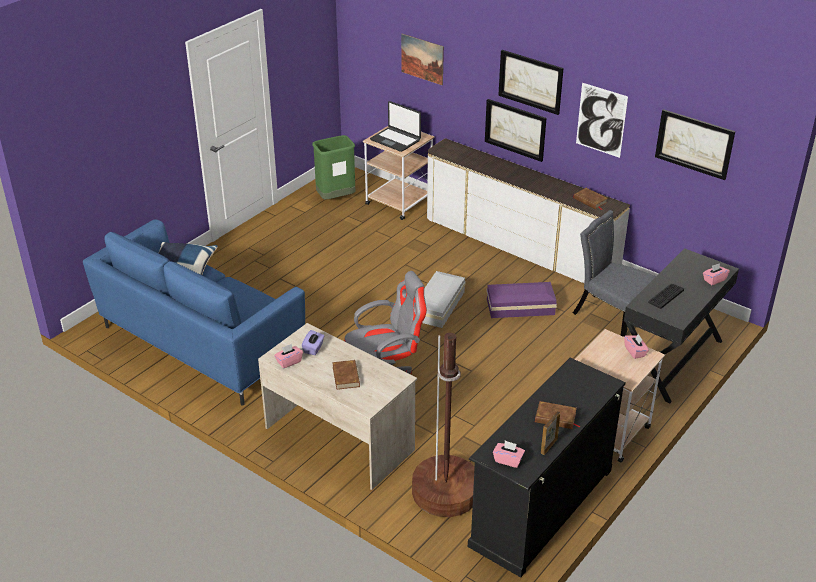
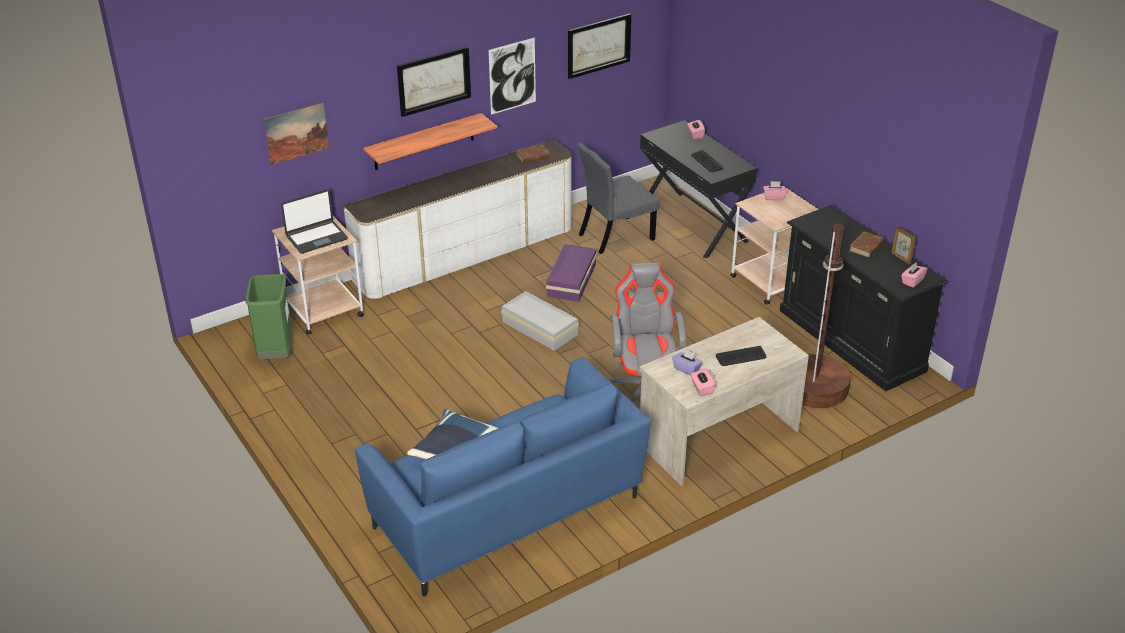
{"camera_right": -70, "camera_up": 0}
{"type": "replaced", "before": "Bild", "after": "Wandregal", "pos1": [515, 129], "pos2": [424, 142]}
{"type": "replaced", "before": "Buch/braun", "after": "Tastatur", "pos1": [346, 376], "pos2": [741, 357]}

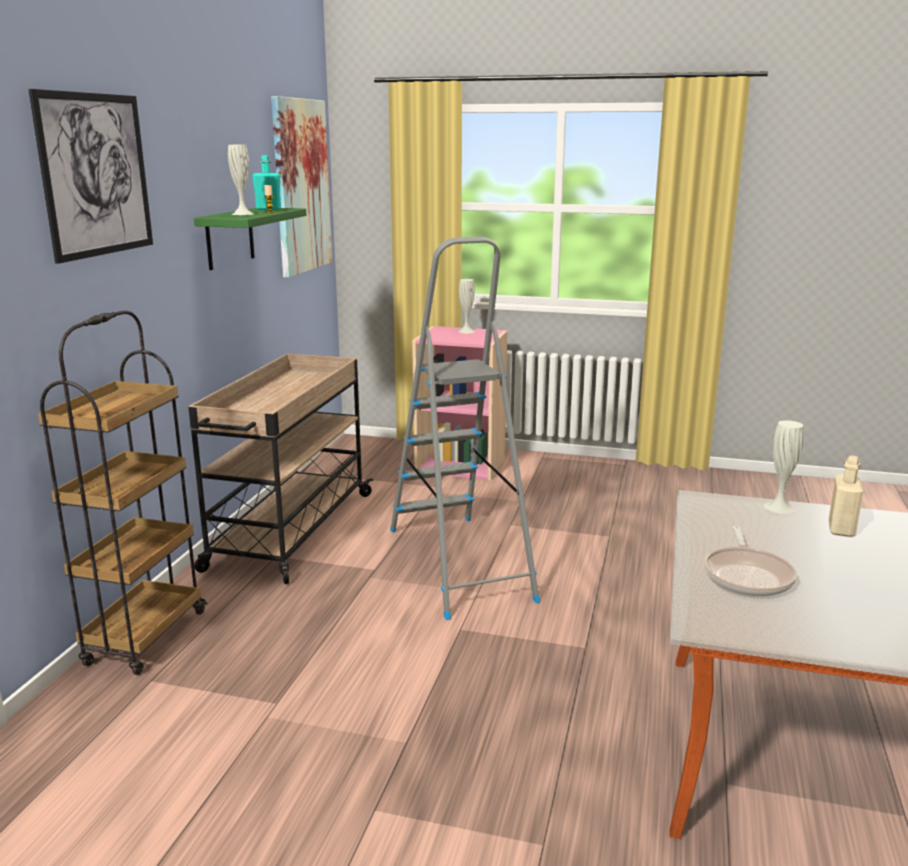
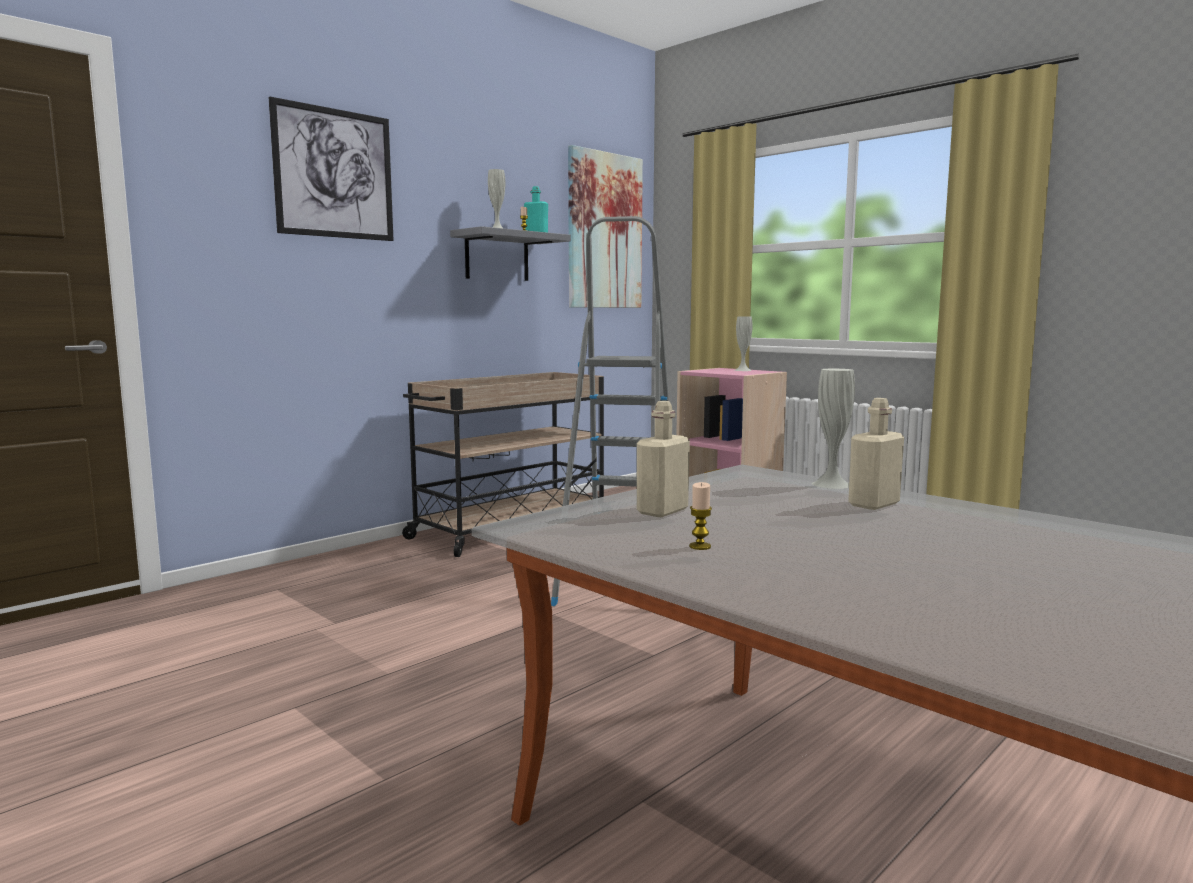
{"camera_right": 30, "camera_up": -10}
{"type": "recoloured", "before": "Wandregal/grün", "after": "Wandregal/grau", "pos1": [230, 238], "pos2": [497, 257]}
{"type": "replaced", "before": "Pfanne", "after": "Flasche/beige", "pos1": [747, 575], "pos2": [662, 511]}
{"type": "added", "after": "Kerze", "pos2": [700, 546]}
{"type": "removed", "before": "Rollwagen/braun", "pos1": [145, 639]}

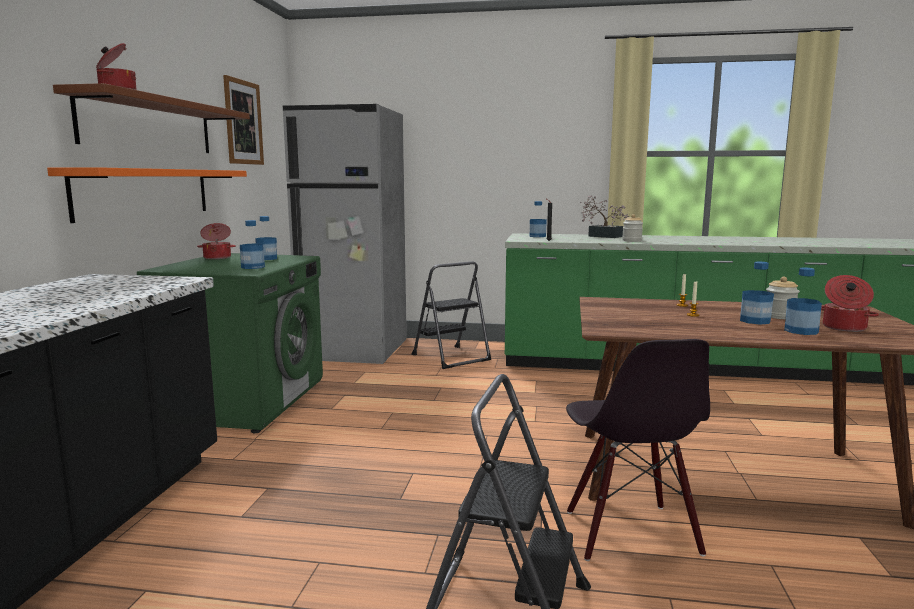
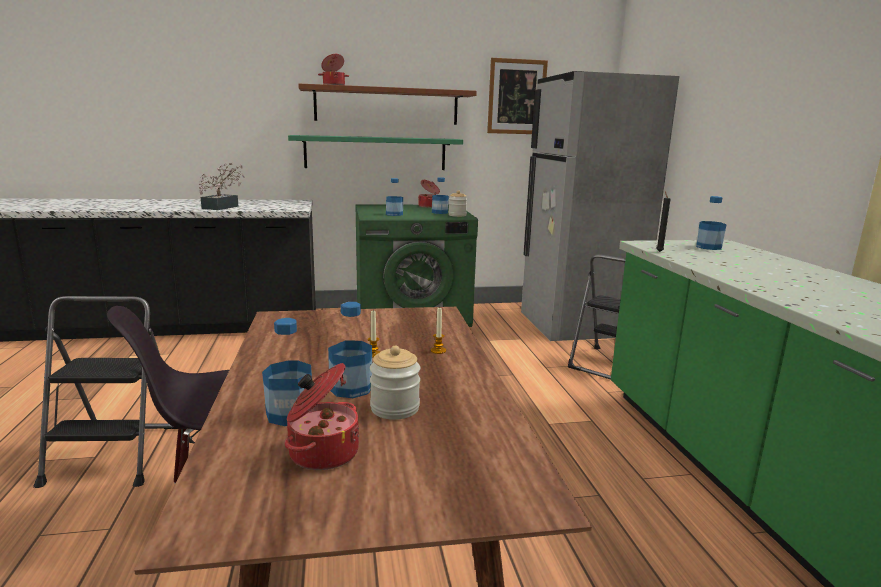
{"camera_right": 70, "camera_up": 5}
{"type": "moved", "before": "Topfpflanze", "pos1": [601, 236], "pos2": [223, 207]}
{"type": "recoloured", "before": "Wandregal/orange", "after": "Wandregal/grün", "pos1": [145, 192], "pos2": [375, 153]}
{"type": "moved", "before": "Vorratsglas", "pos1": [632, 240], "pos2": [457, 215]}

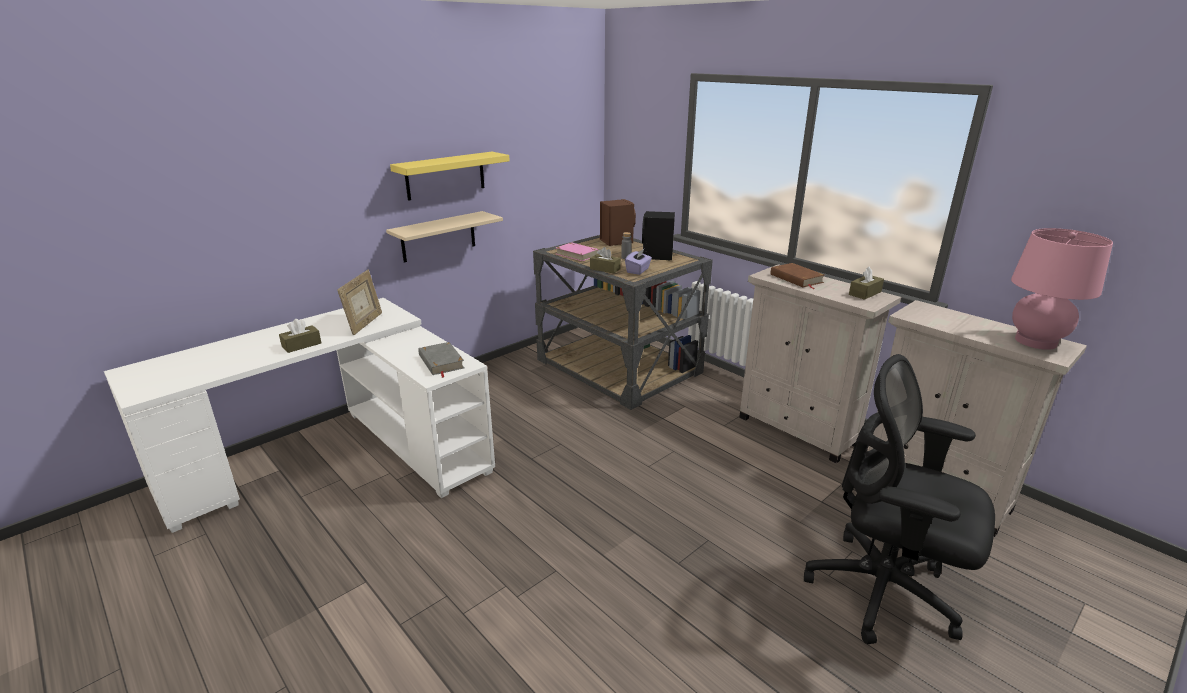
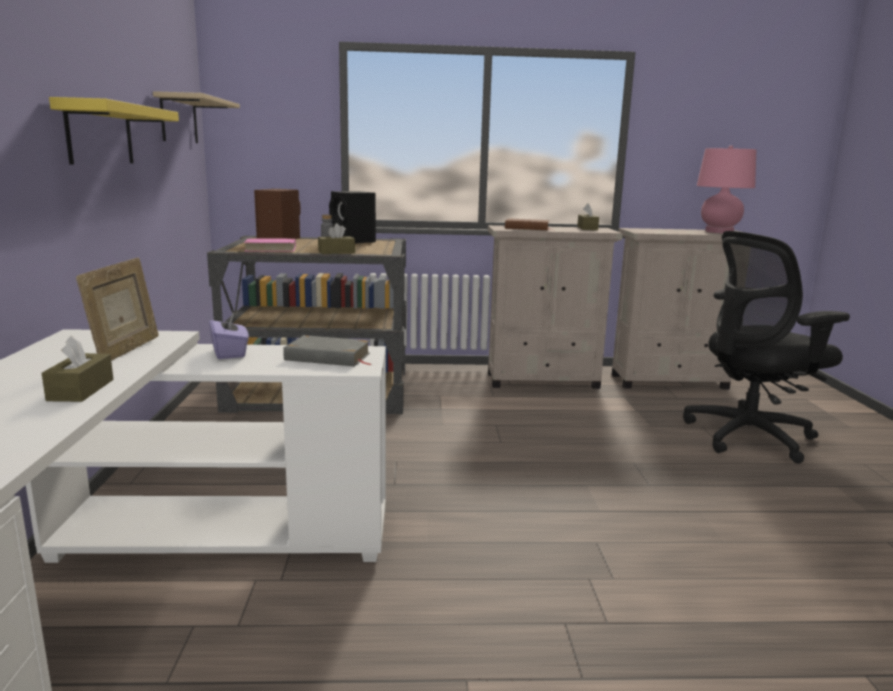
{"camera_right": -50, "camera_up": -10}
{"type": "turned", "before": "Bilderrahmen", "pos1": [365, 324], "pos2": [125, 351], "turn": 45}
{"type": "moved", "before": "Wandregal/beige", "pos1": [438, 236], "pos2": [179, 120]}
{"type": "moved", "before": "Taschentuchbox/lila", "pos1": [638, 270], "pos2": [230, 353]}

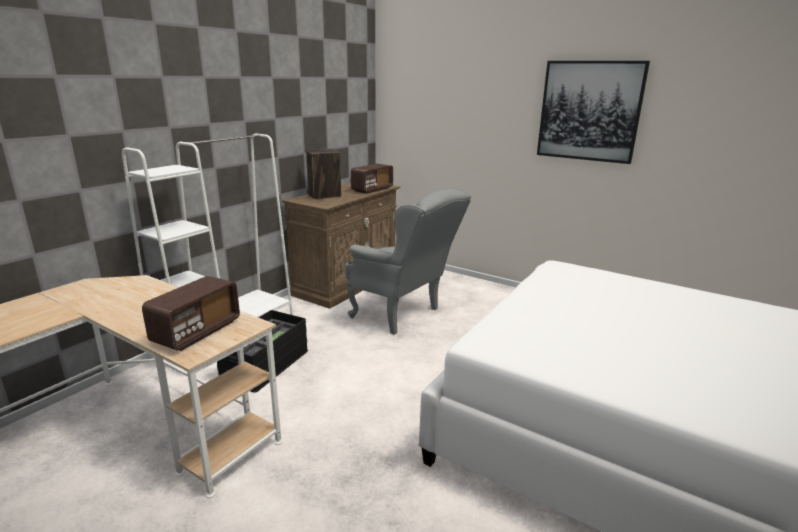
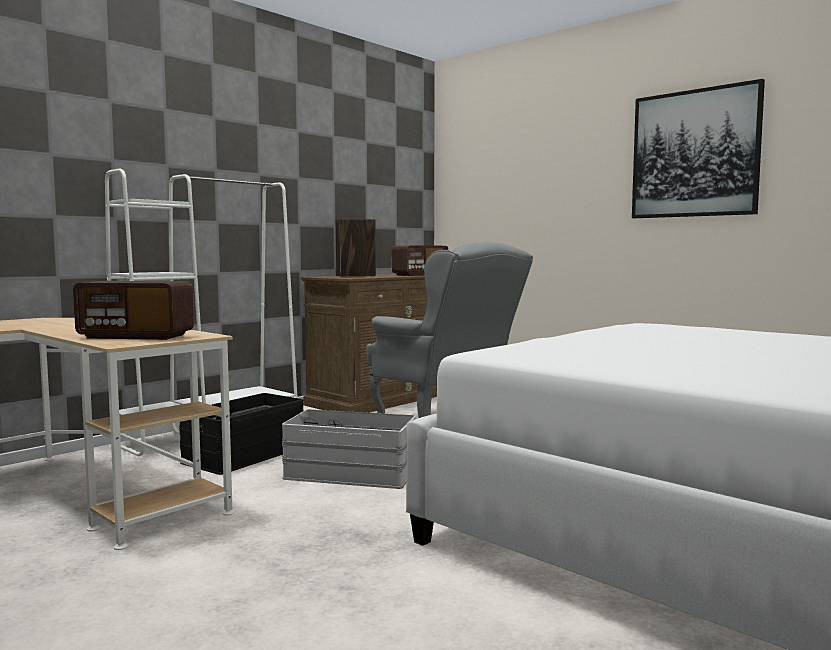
{"camera_right": 10, "camera_up": -15}
{"type": "turned", "before": "Radio", "pos1": [197, 332], "pos2": [136, 336], "turn": 60}
{"type": "added", "after": "Aufbewahrungsbox/grau", "pos2": [350, 473]}

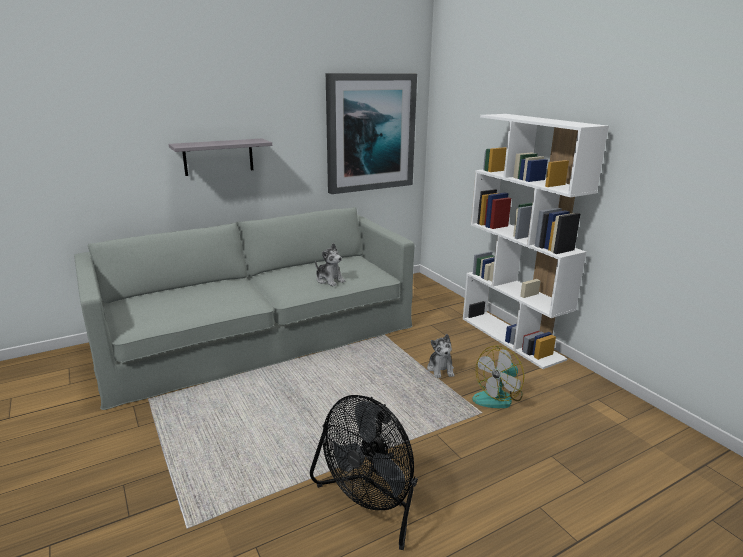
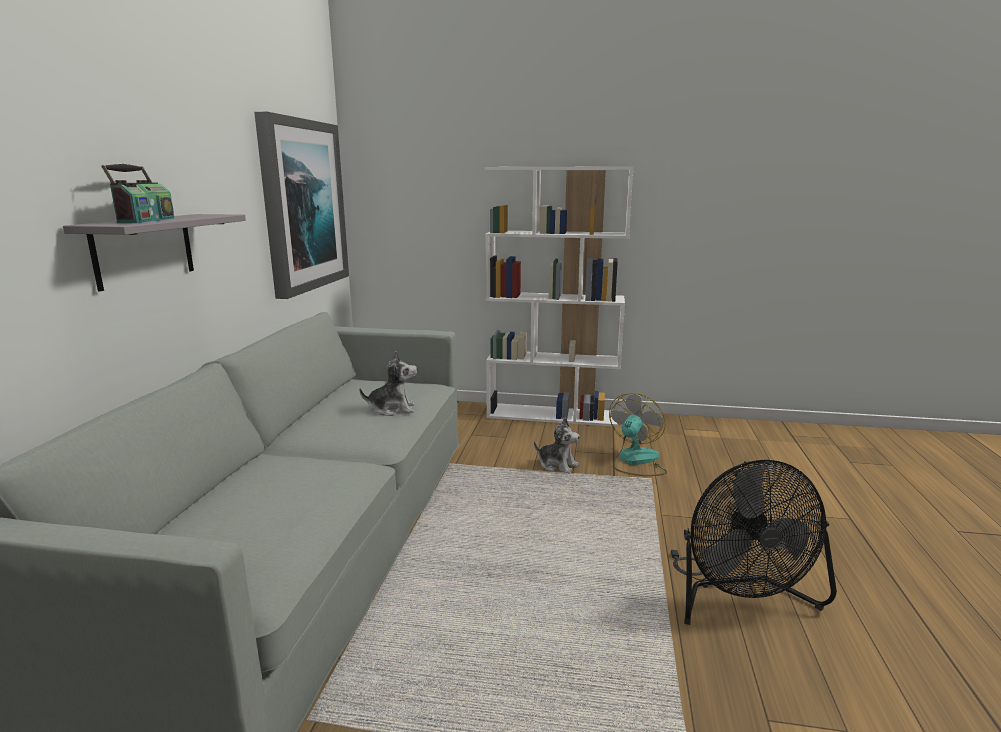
{"camera_right": -50, "camera_up": -5}
{"type": "added", "after": "Radio", "pos2": [145, 220]}
{"type": "turned", "before": "Ventilator", "pos1": [498, 397], "pos2": [635, 461], "turn": -150}

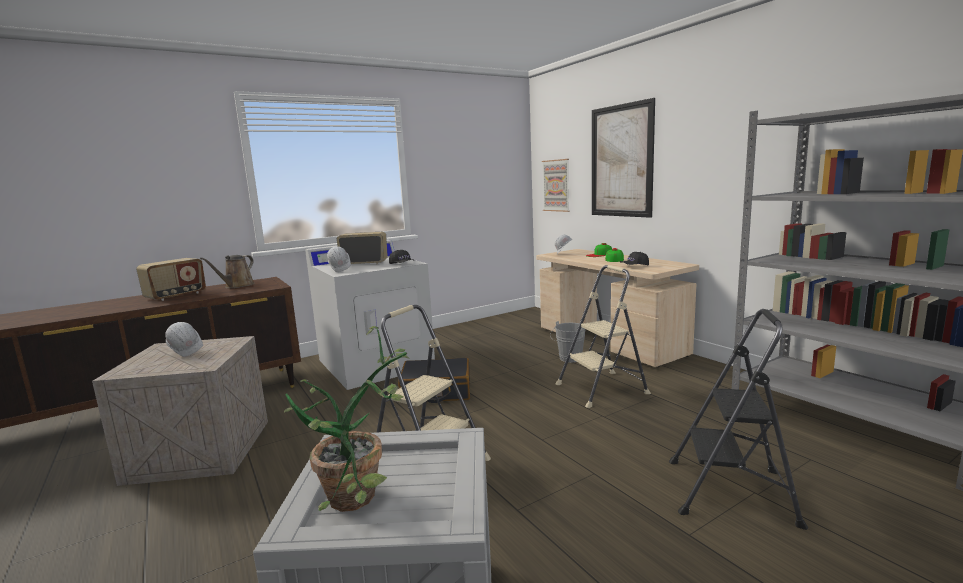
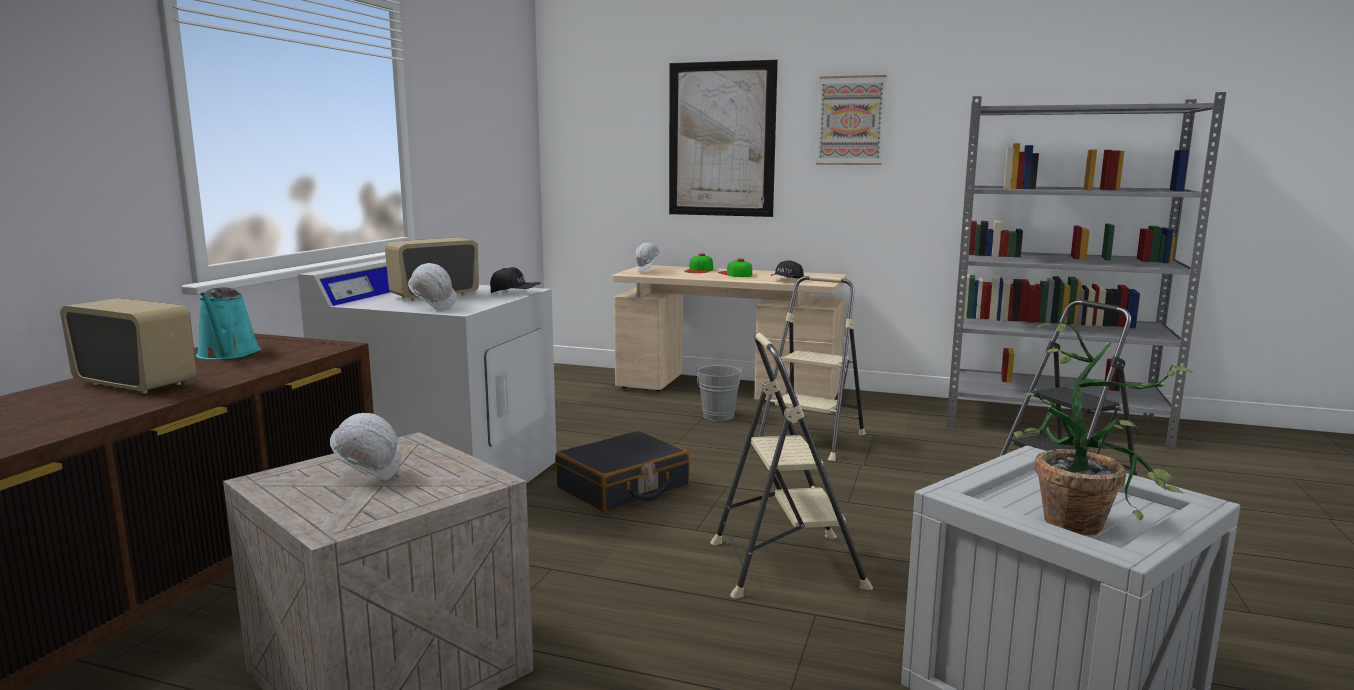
{"camera_right": -40, "camera_up": 0}
{"type": "turned", "before": "Radio", "pos1": [176, 296], "pos2": [137, 384], "turn": -60}
{"type": "recoloured", "before": "Gießkanne/braun", "after": "Gießkanne/türkis", "pos1": [237, 286], "pos2": [227, 354]}
{"type": "moved", "before": "Bild", "pos1": [556, 185], "pos2": [850, 120]}

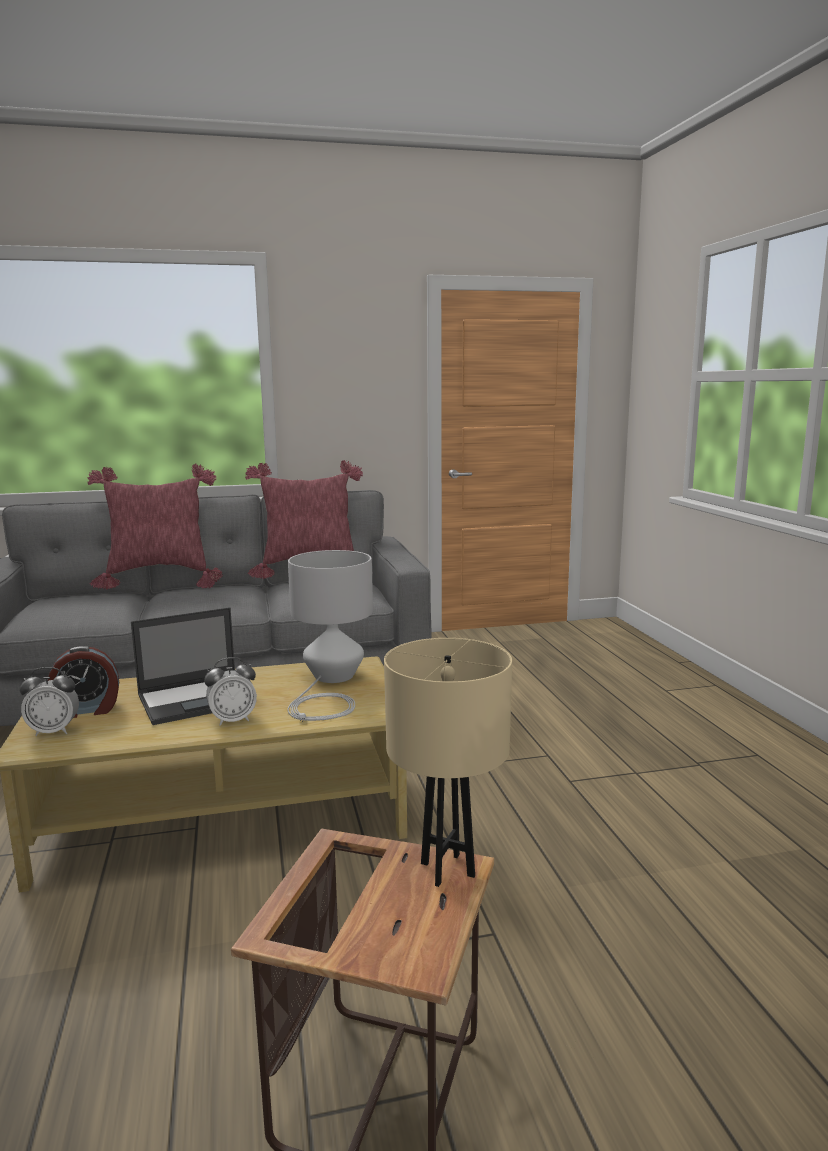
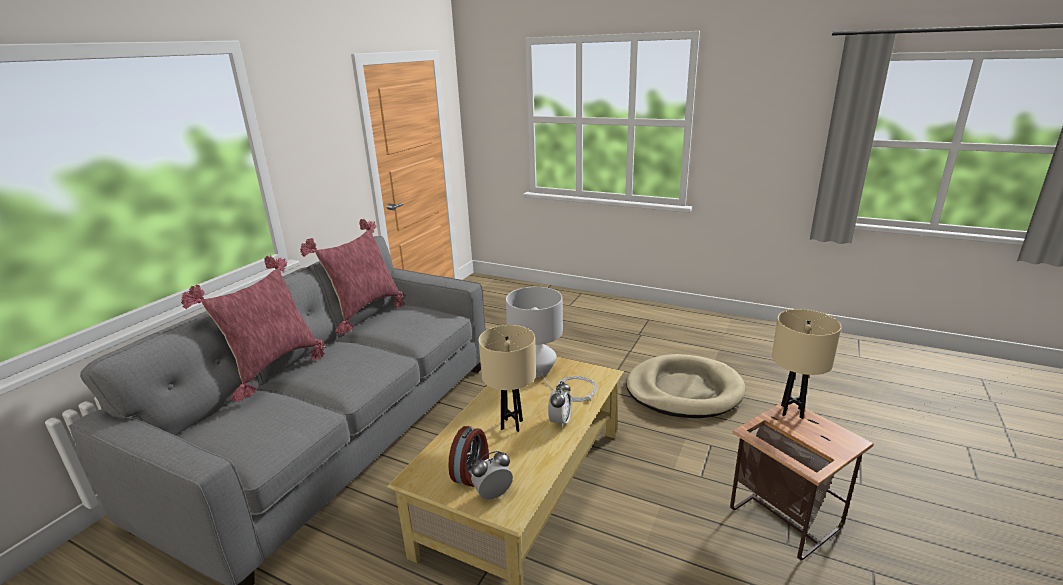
{"camera_right": -50, "camera_up": 10}
{"type": "turned", "before": "Wecker", "pos1": [54, 731], "pos2": [493, 494], "turn": -150}
{"type": "replaced", "before": "Laptop", "after": "Tischlampe/beige", "pos1": [197, 699], "pos2": [511, 425]}
{"type": "added", "after": "Hundebett/beige", "pos2": [683, 390]}

